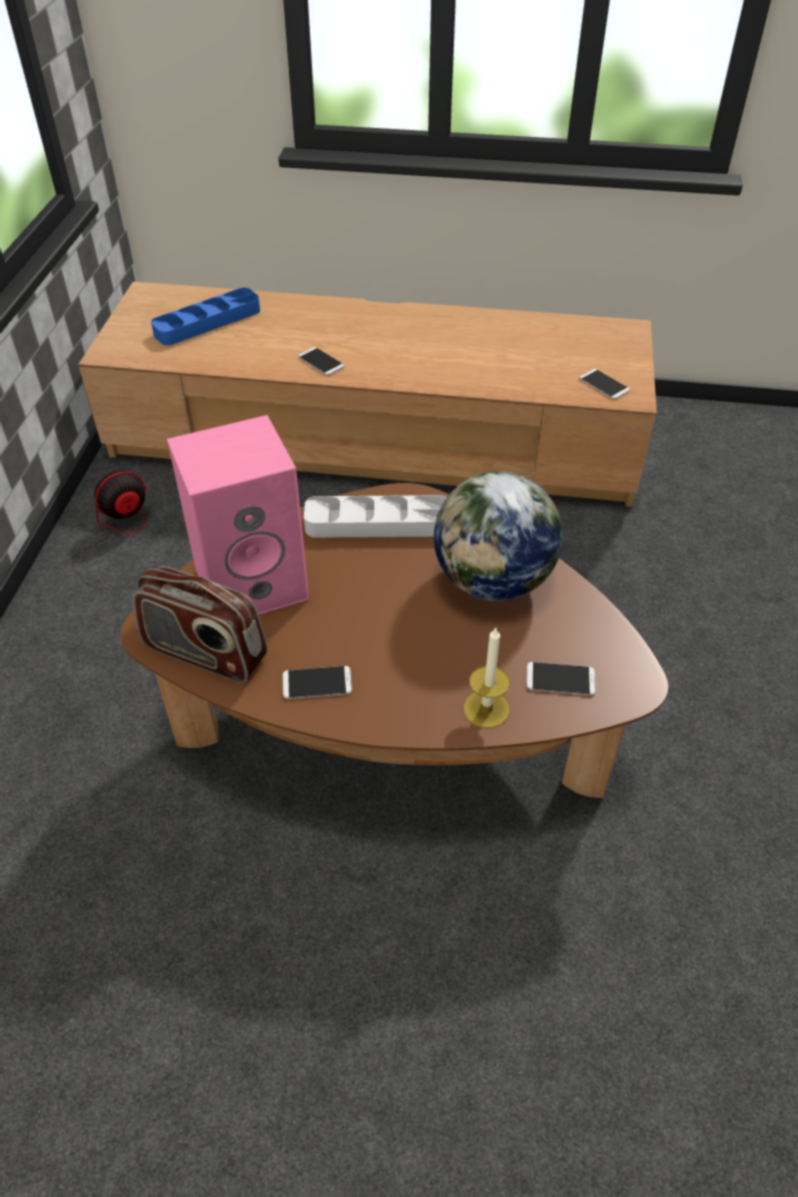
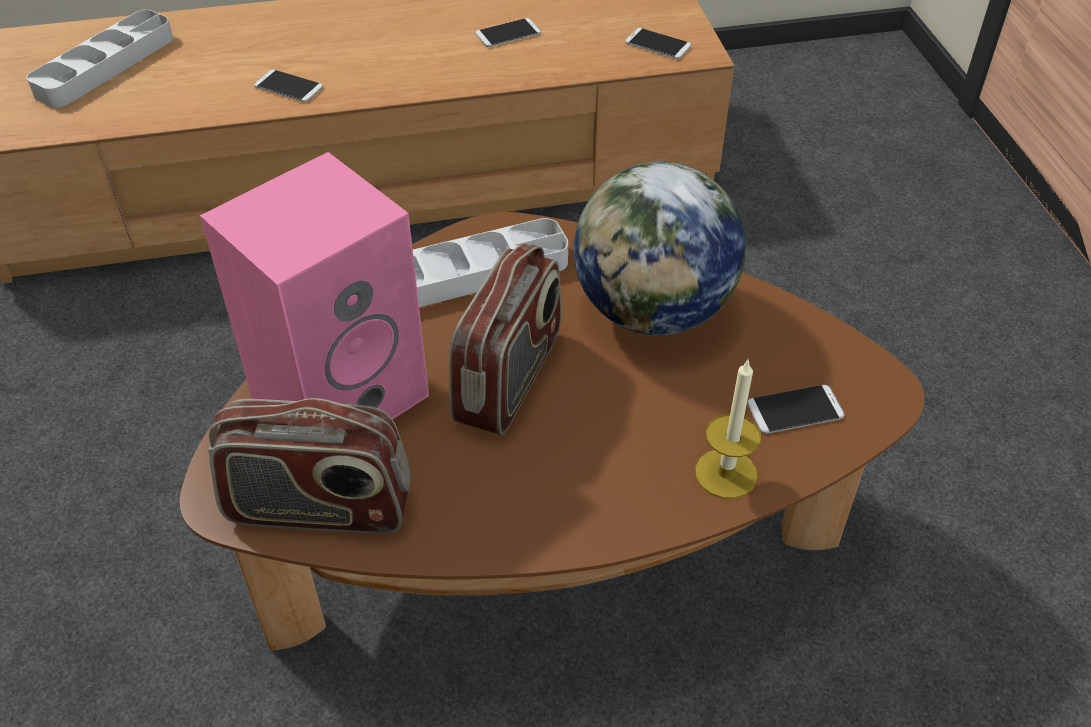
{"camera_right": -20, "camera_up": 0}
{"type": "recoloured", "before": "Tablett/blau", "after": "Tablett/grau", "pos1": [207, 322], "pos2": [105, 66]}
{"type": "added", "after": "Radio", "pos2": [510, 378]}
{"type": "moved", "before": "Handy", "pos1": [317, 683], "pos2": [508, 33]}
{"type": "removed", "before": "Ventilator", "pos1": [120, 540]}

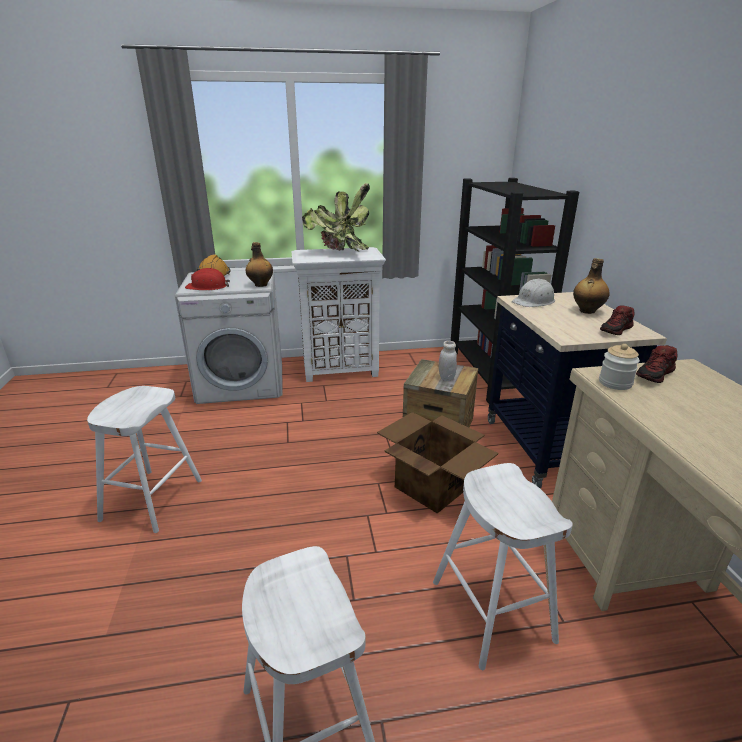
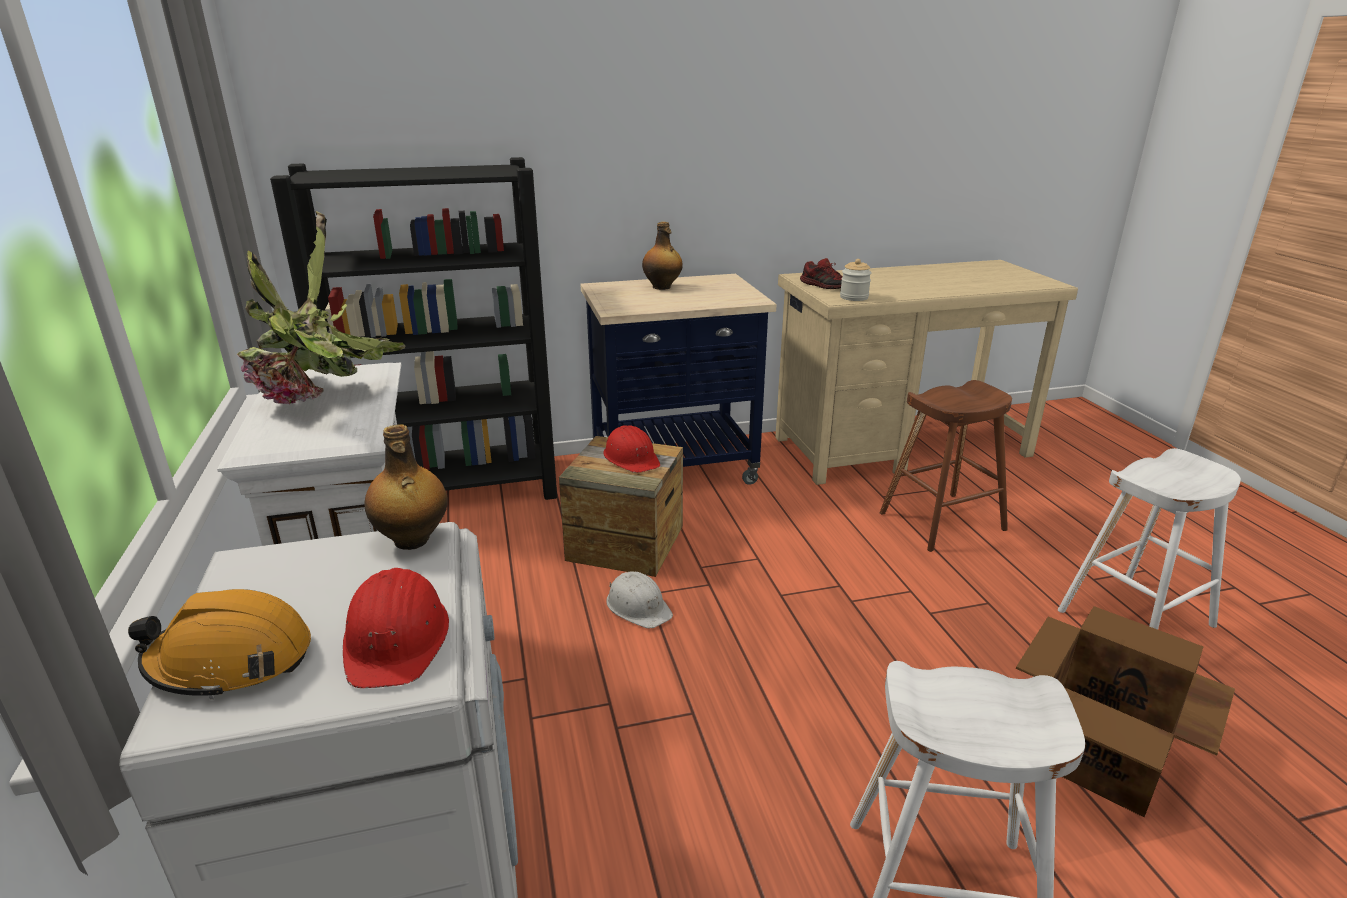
{"camera_right": -95, "camera_up": 0}
{"type": "replaced", "before": "Vorratsglas/weiß", "after": "Schutzhelm/rot", "pos1": [446, 378], "pos2": [631, 458]}
{"type": "moved", "before": "Schutzhelm/weiß", "pos1": [534, 301], "pos2": [638, 606]}
{"type": "recoloured", "before": "Hocker/weiß", "after": "Hocker/braun", "pos1": [492, 611], "pos2": [942, 521]}
{"type": "moved", "before": "Karton", "pos1": [432, 485], "pos2": [1096, 756]}
{"type": "removed", "before": "Schuh", "pos1": [616, 330]}

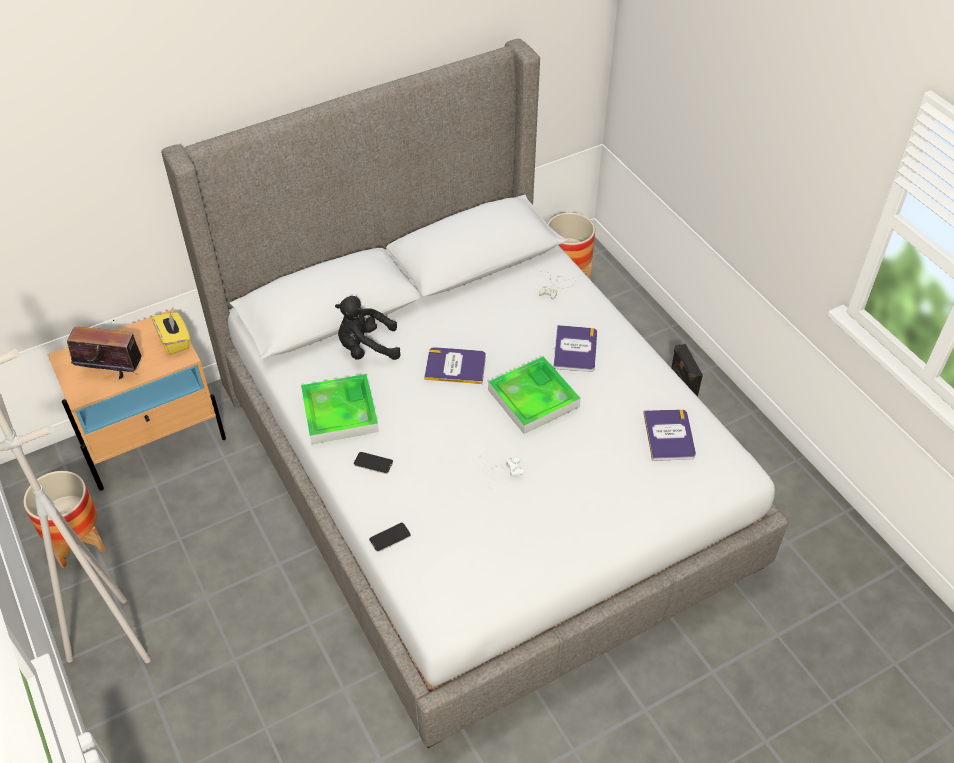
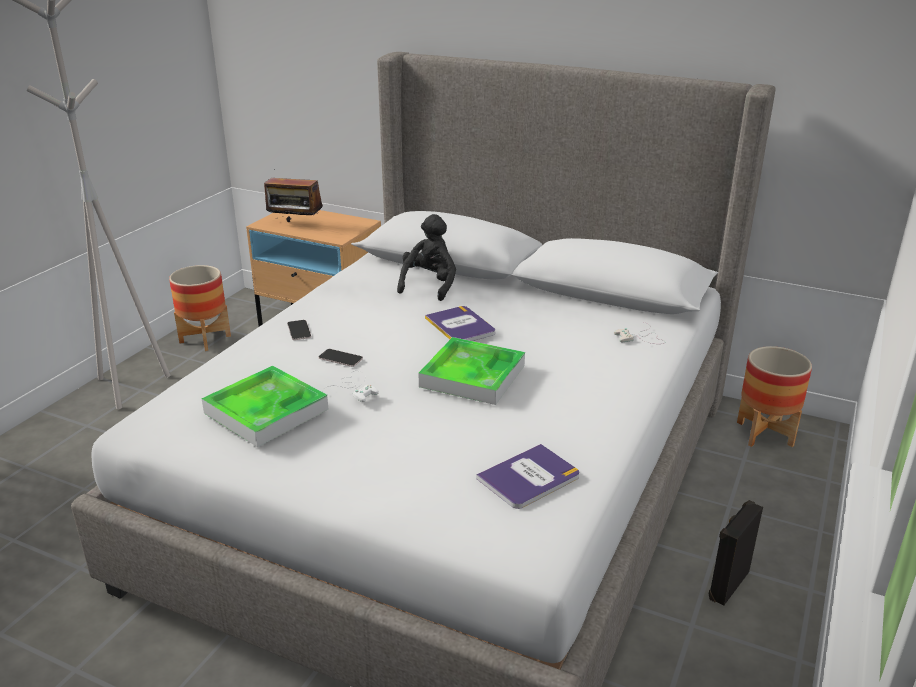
{"camera_right": 55, "camera_up": -20}
{"type": "moved", "before": "Tablett", "pos1": [340, 412], "pos2": [266, 411]}
{"type": "turned", "before": "Radio", "pos1": [112, 372], "pos2": [295, 225], "turn": 135}
{"type": "moved", "before": "Handy", "pos1": [390, 537], "pos2": [340, 358]}
{"type": "turned", "before": "Plüschtier/schwarz", "pos1": [366, 348], "pos2": [429, 285], "turn": 60}
{"type": "removed", "before": "Taschentuchbox/gelb", "pos1": [175, 341]}
{"type": "removed", "before": "Buch", "pos1": [575, 349]}

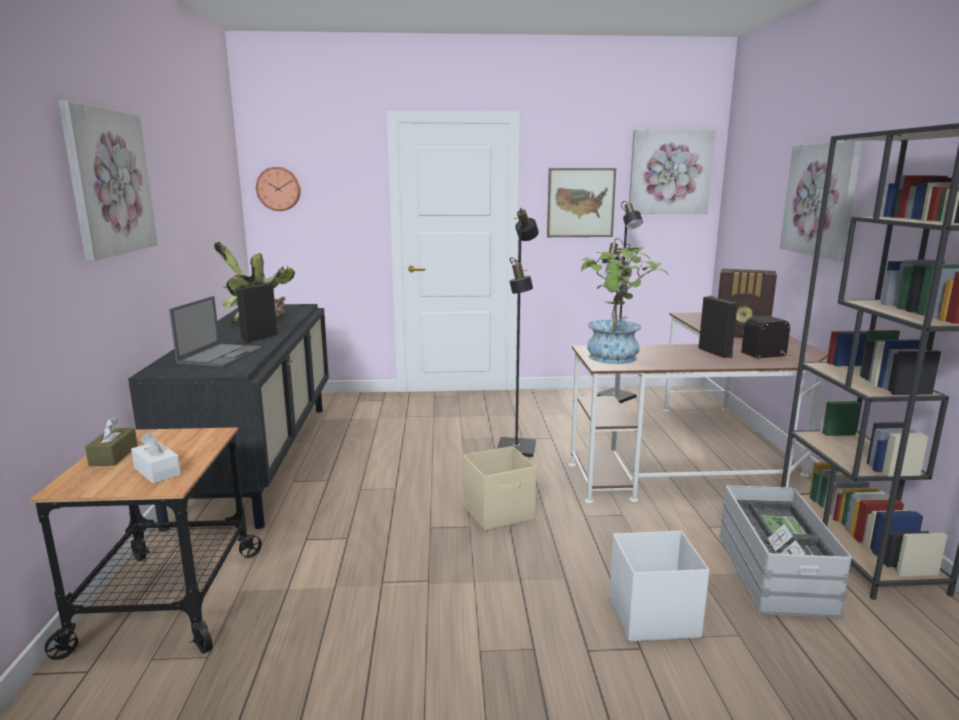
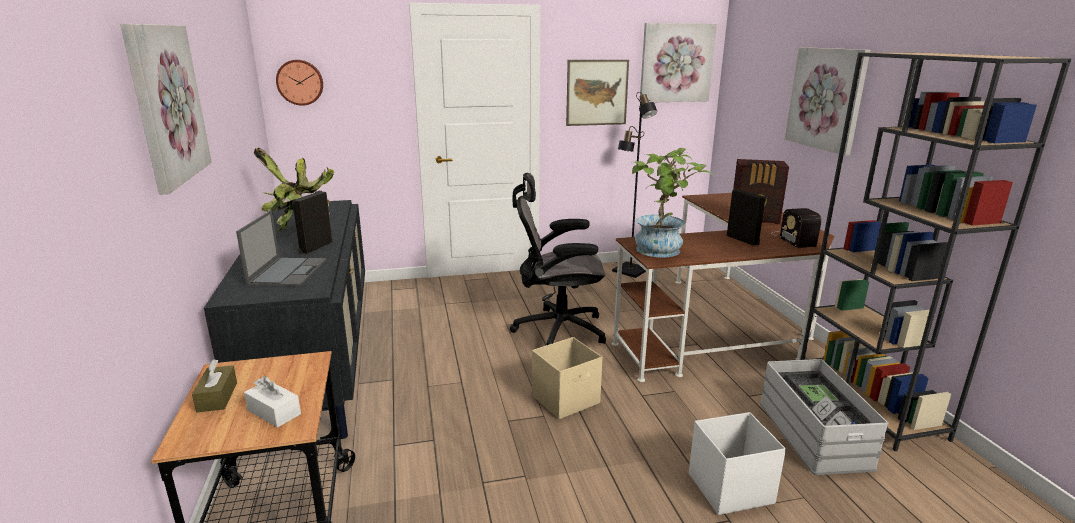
{"camera_right": -10, "camera_up": 5}
{"type": "replaced", "before": "Stehlampe/schwarz", "after": "Bürostuhl", "pos1": [516, 448], "pos2": [559, 331]}
{"type": "turned", "before": "Radio", "pos1": [776, 354], "pos2": [793, 238], "turn": -75}

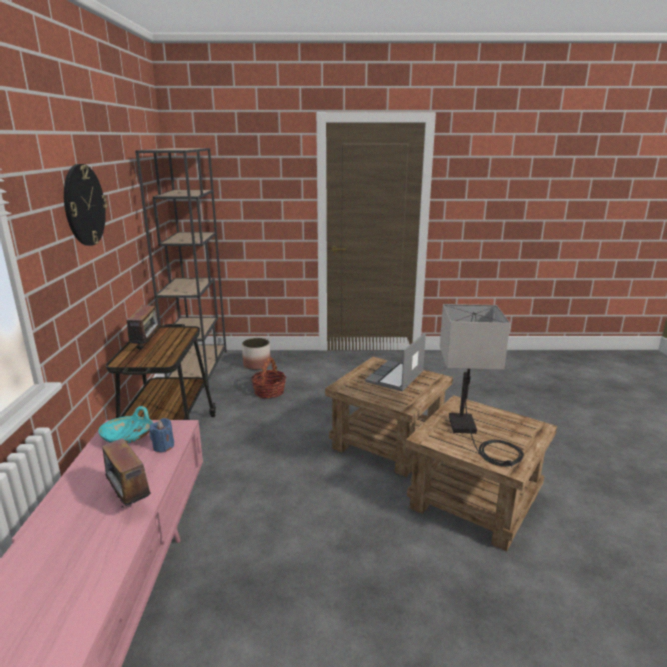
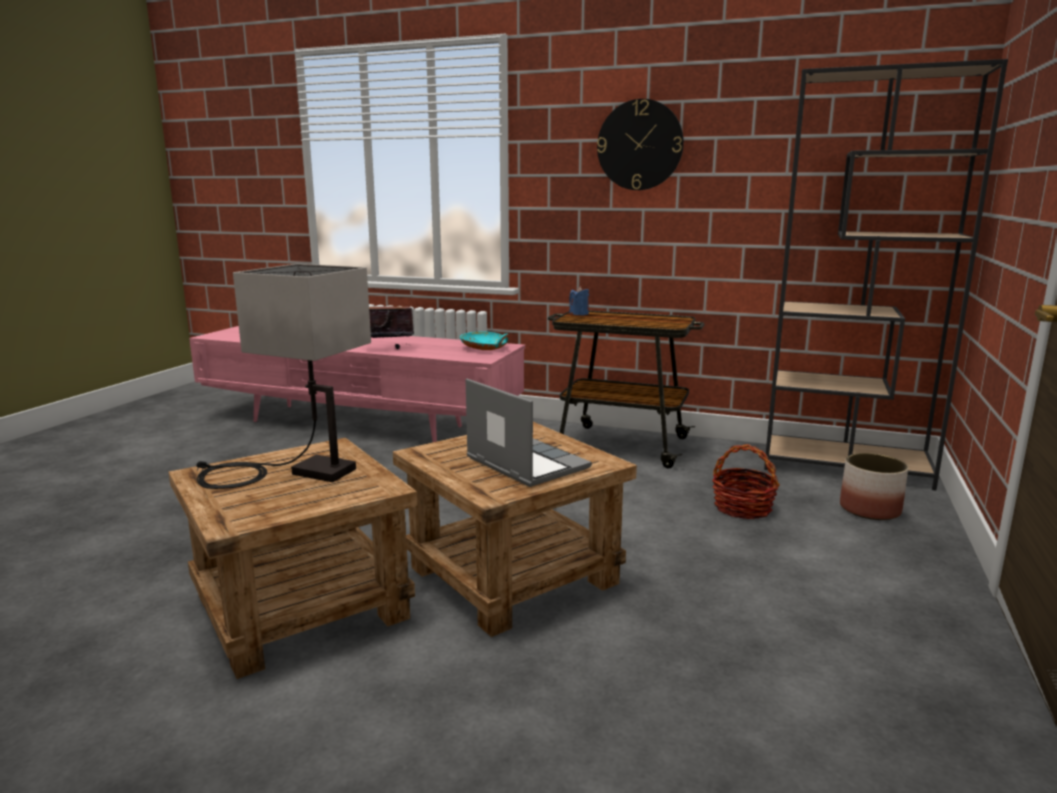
{"camera_right": 110, "camera_up": -5}
{"type": "moved", "before": "Kerze/blau", "pos1": [163, 446], "pos2": [579, 314]}
{"type": "removed", "before": "Radio", "pos1": [147, 346]}

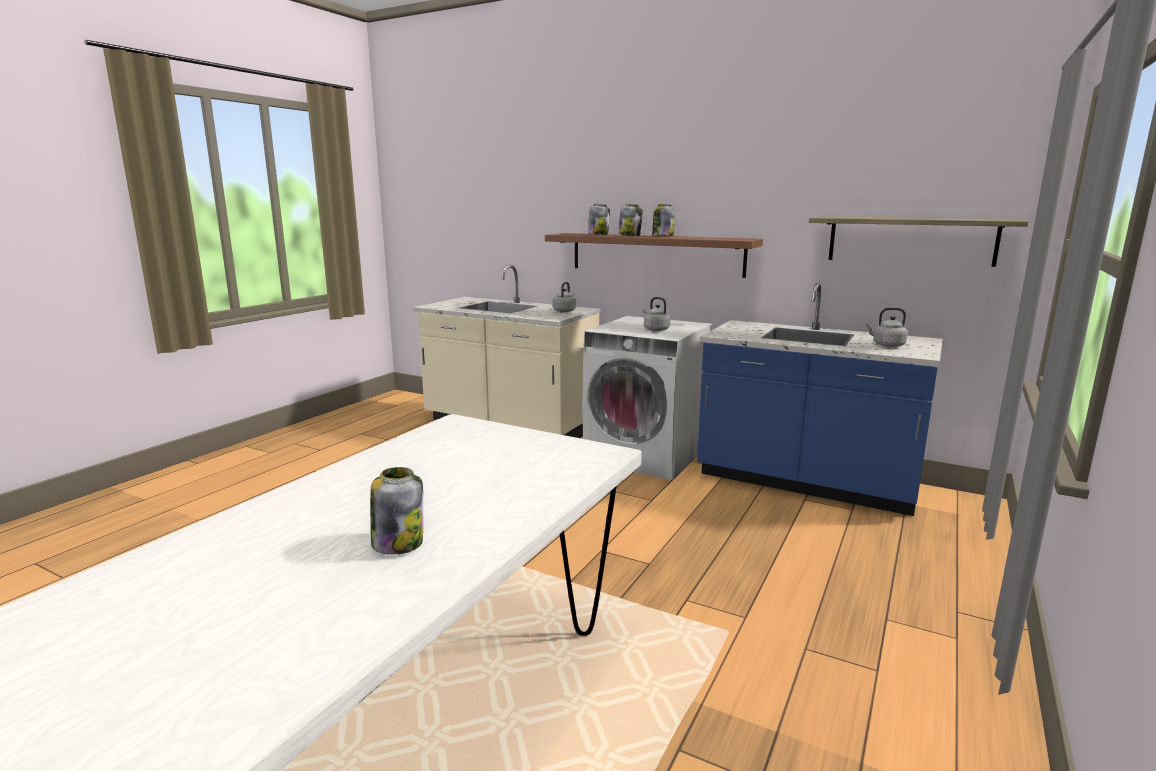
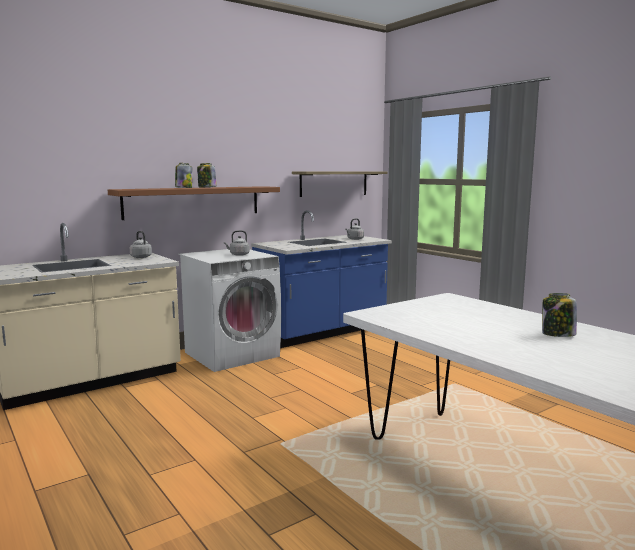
{"camera_right": -65, "camera_up": -5}
{"type": "removed", "before": "Vorratsglas", "pos1": [598, 234]}

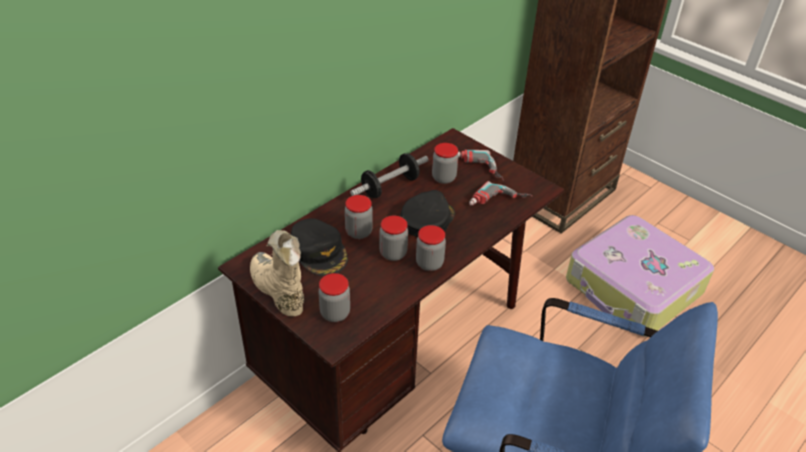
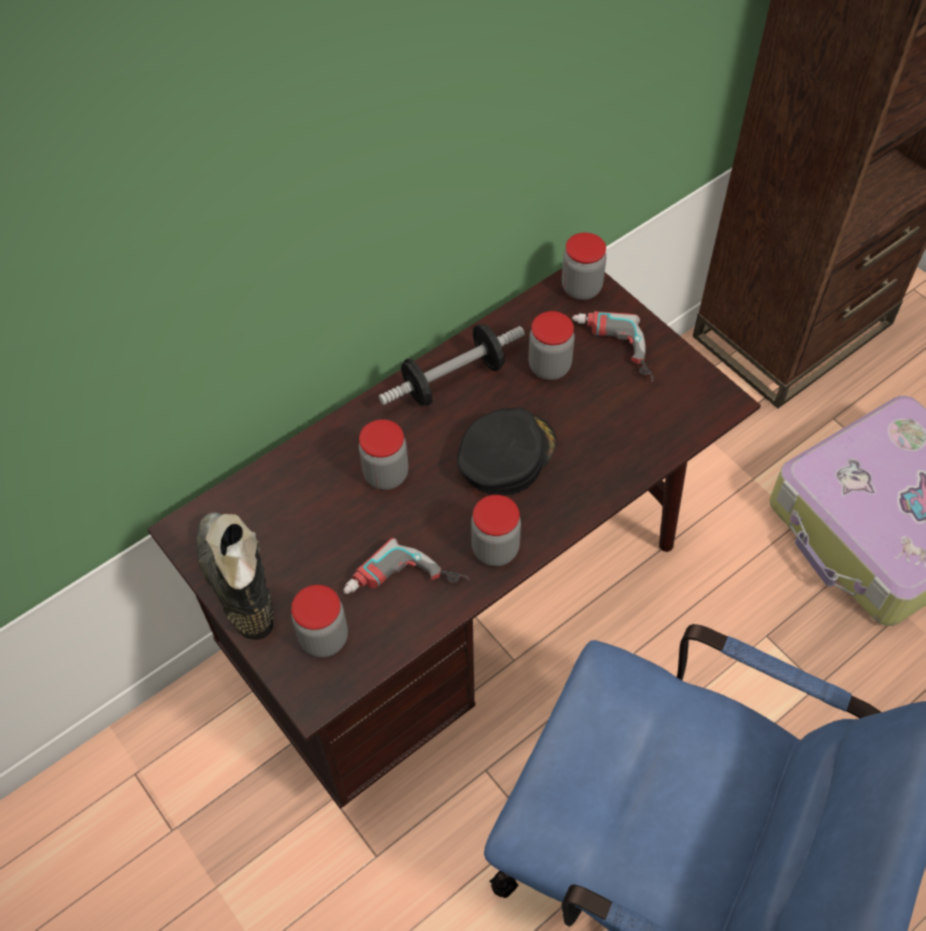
{"camera_right": 10, "camera_up": 15}
{"type": "recoloured", "before": "Stiefel/beige", "after": "Stiefel/schwarz", "pos1": [277, 290], "pos2": [236, 584]}
{"type": "moved", "before": "Bohrmaschine", "pos1": [499, 203], "pos2": [404, 587]}
{"type": "moved", "before": "Vorratsglas", "pos1": [393, 253], "pos2": [581, 288]}
{"type": "removed", "before": "Kappe/schwarz", "pos1": [319, 252]}

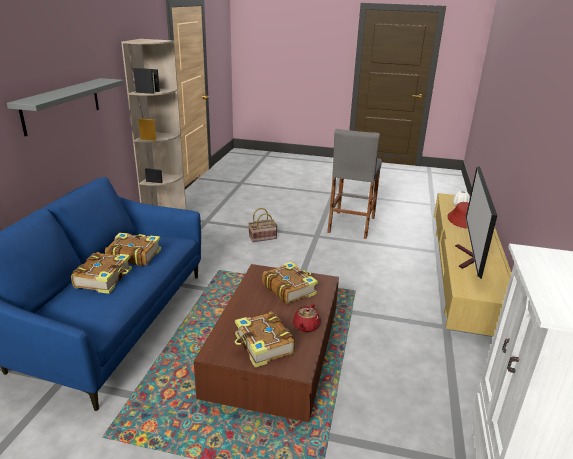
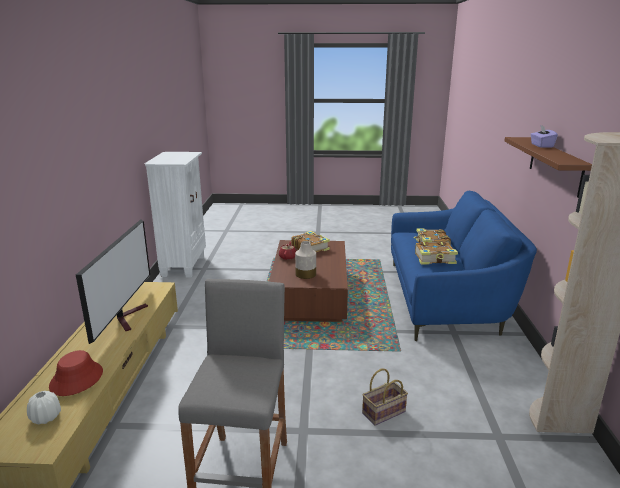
{"camera_right": 170, "camera_up": -5}
{"type": "replaced", "before": "Buch", "after": "Vase/beige", "pos1": [289, 289], "pos2": [306, 274]}
{"type": "recoloured", "before": "Wandregal/grau", "after": "Wandregal/braun", "pos1": [62, 105], "pos2": [555, 165]}
{"type": "added", "after": "Taschentuchbox/lila", "pos2": [541, 146]}

